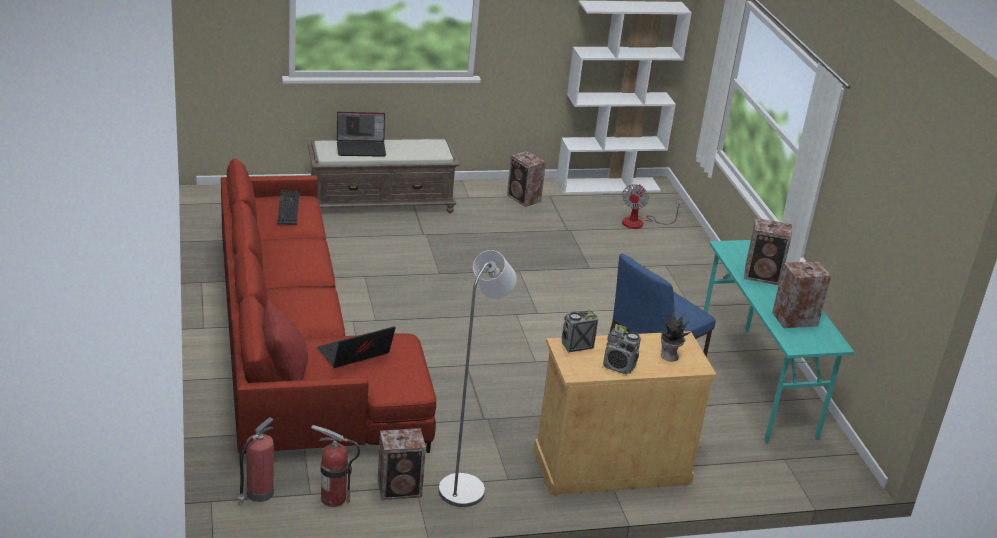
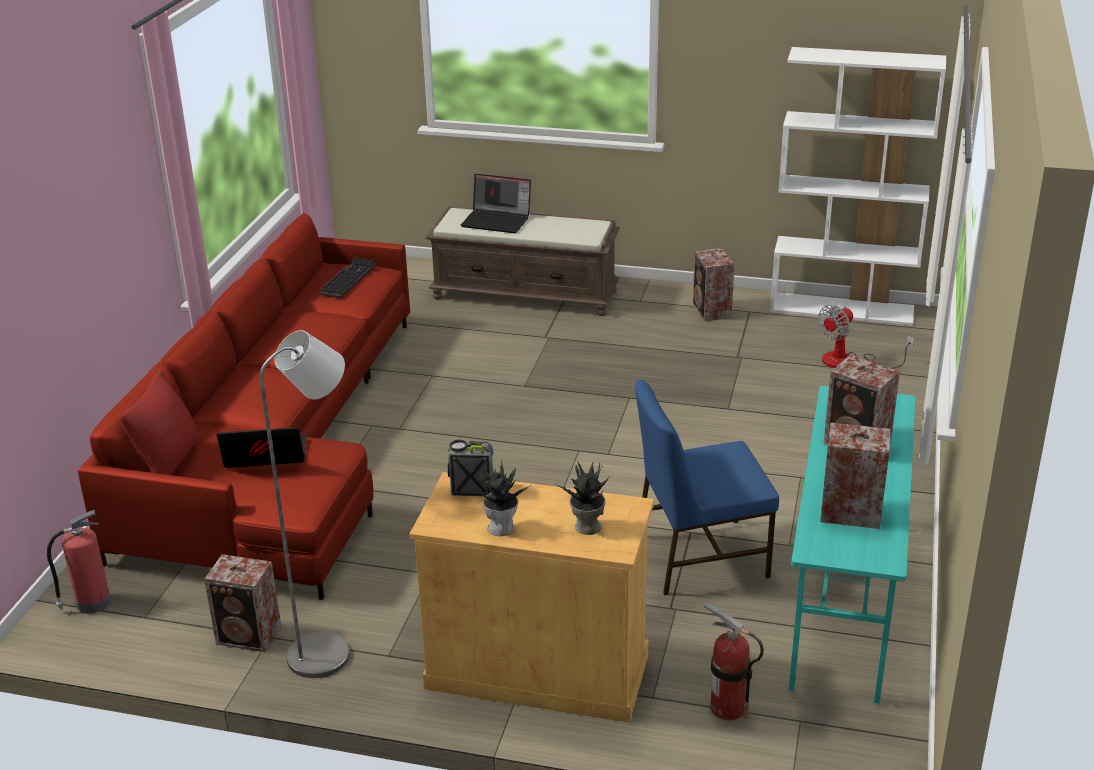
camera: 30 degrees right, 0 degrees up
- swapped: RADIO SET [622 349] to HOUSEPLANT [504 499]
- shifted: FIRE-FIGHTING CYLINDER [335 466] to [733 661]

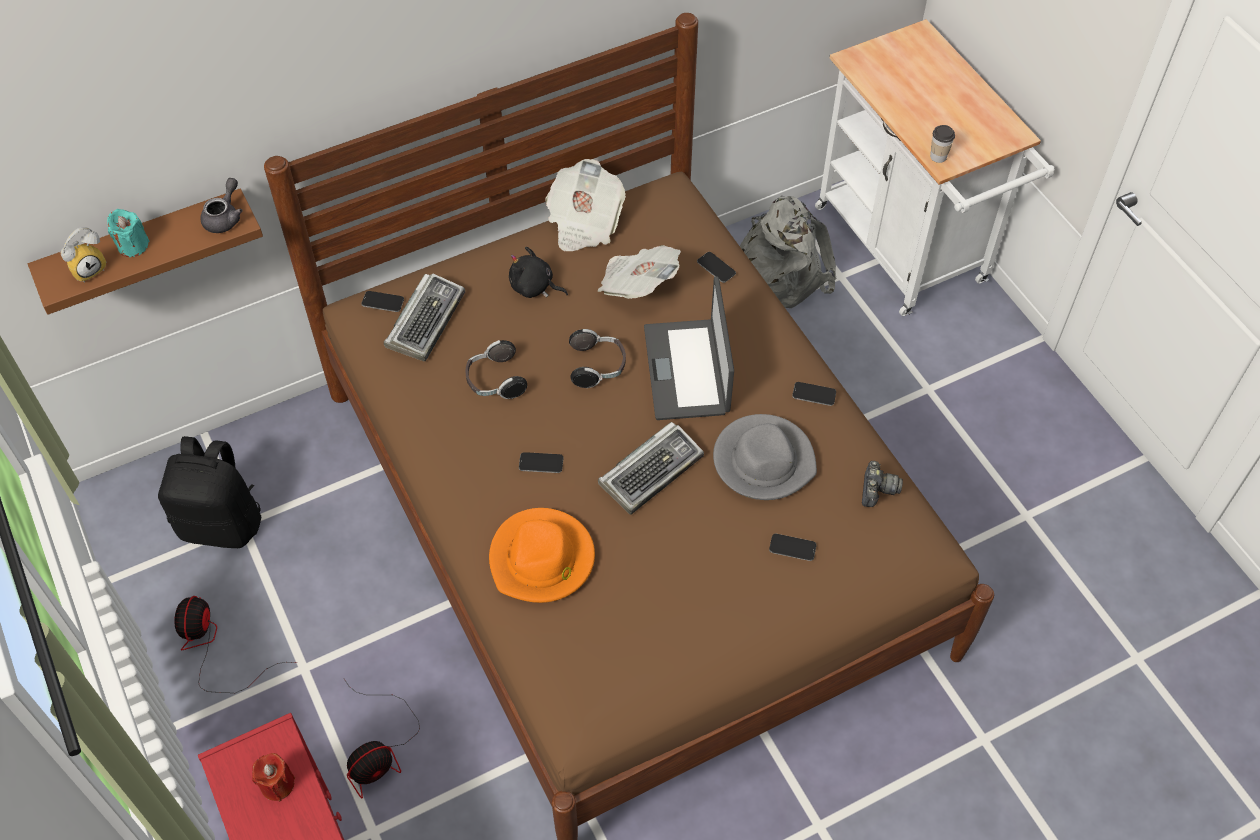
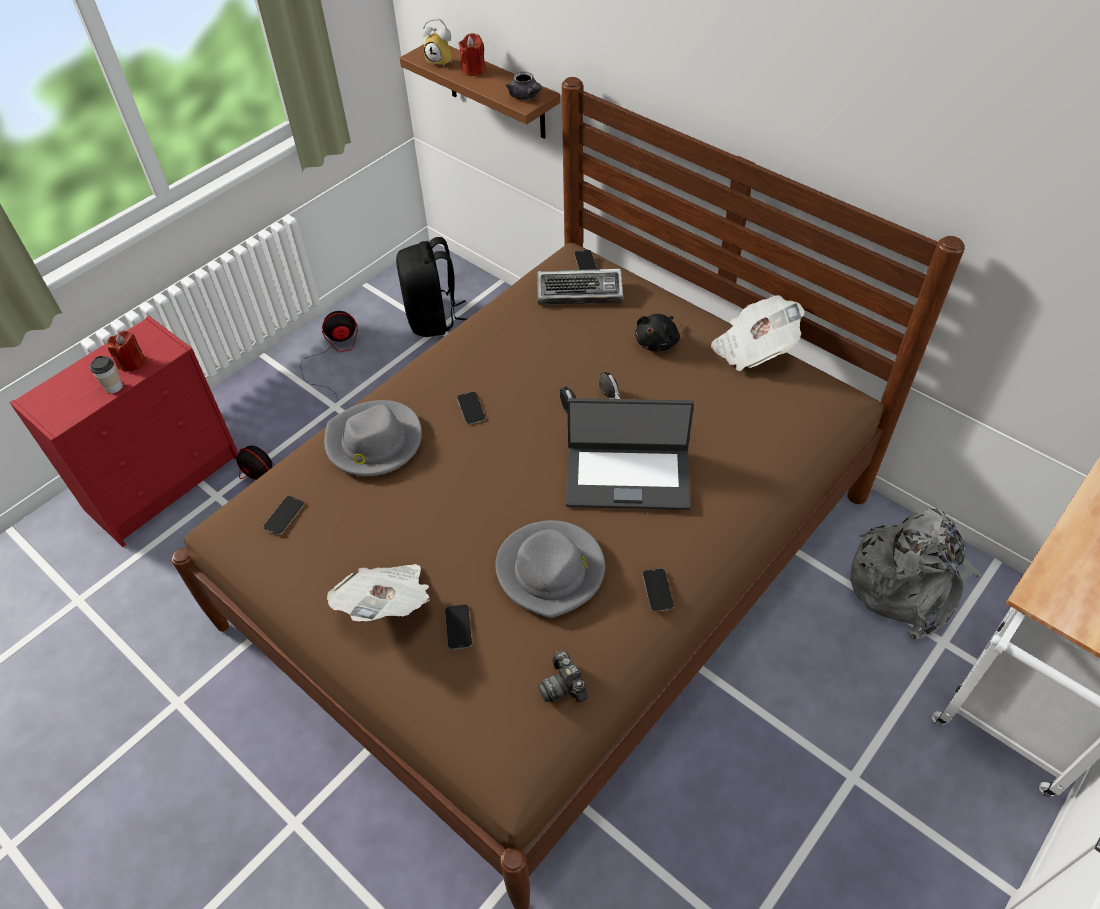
camera: 70 degrees right, 5 degrees down
- shifted: DRINKING CUP [942 144] to [106 374]
- rotated: GRAY POT FOR TEA [221 205] = [523 86] 60 degrees clockwise
- repainted: TURQUOISE-COLOURED WAX LIGHT [128 233] to REDDISH WAX LIGHT [472 54]
- shifted: PRINTED PAPER [639 272] to [378 592]
- rotated: BLACK-COLOURED PLUSH TOY [538 272] = [657 332] 150 degrees counterclockwise
- shifted: PHONE [716 267] to [283 515]
- rotated: LAPTOP [689 348] = [630 454] 150 degrees counterclockwise
- gone: HEADPHONES [496 369]
- gone: PC KEYBOARD [651 468]
- rotated: PHOTO CAMERA [882 484] = [563 676] 75 degrees clockwise
- repainted: ORANGE CLOTHING HAT [542 555] to GRAY CLOTHING HAT [373 438]

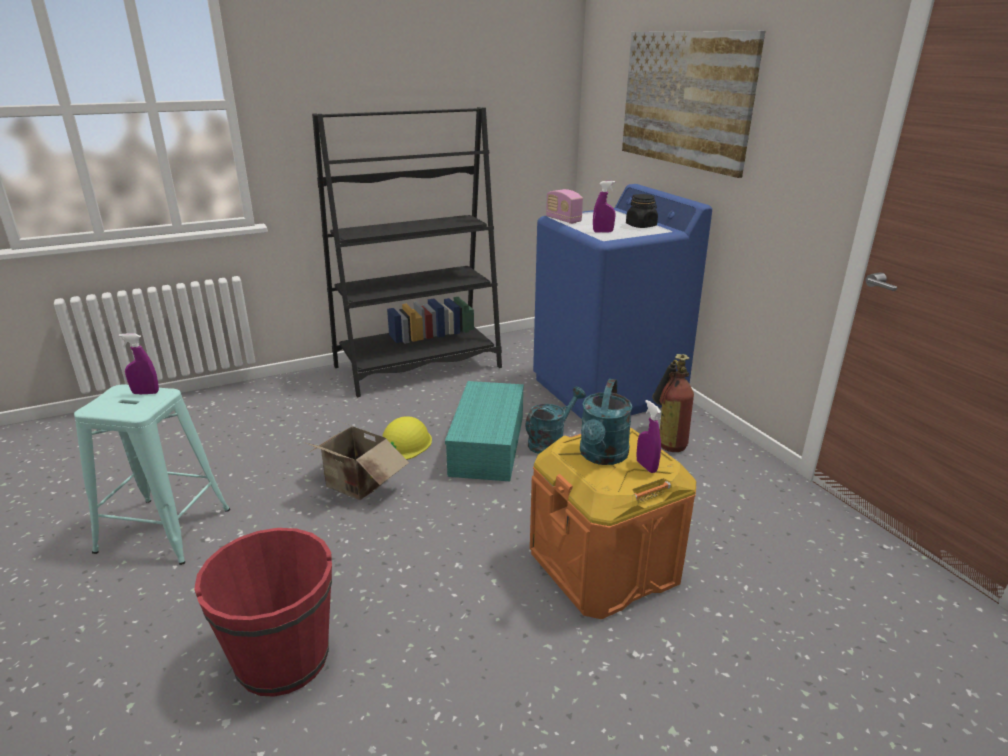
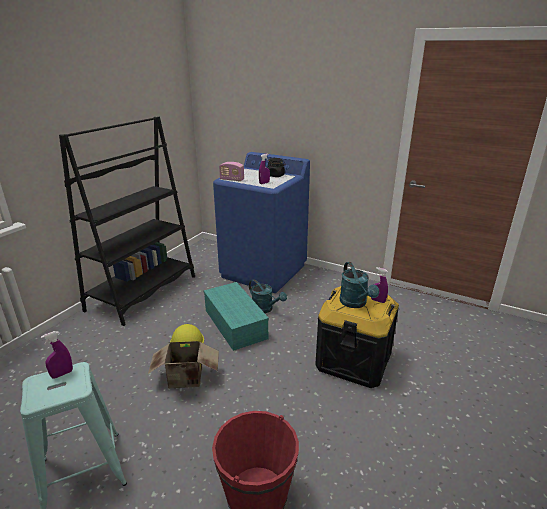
camera: 35 degrees left, 0 degrees up
- gone: PICTURE [693 104]
- gone: FIRE-FIGHTING CYLINDER [673 403]
- rotated: TURQUOISE-COLOURED SPRINKLING CAN [556 420] = [268 296] 120 degrees clockwise
- repainted: ORANGE STORAGE BOX [613 523] to BLACK-COLOURED STORAGE BOX [357 337]

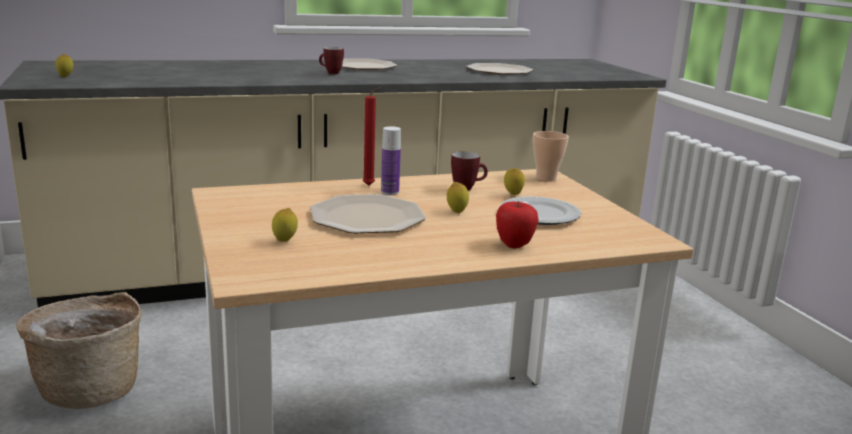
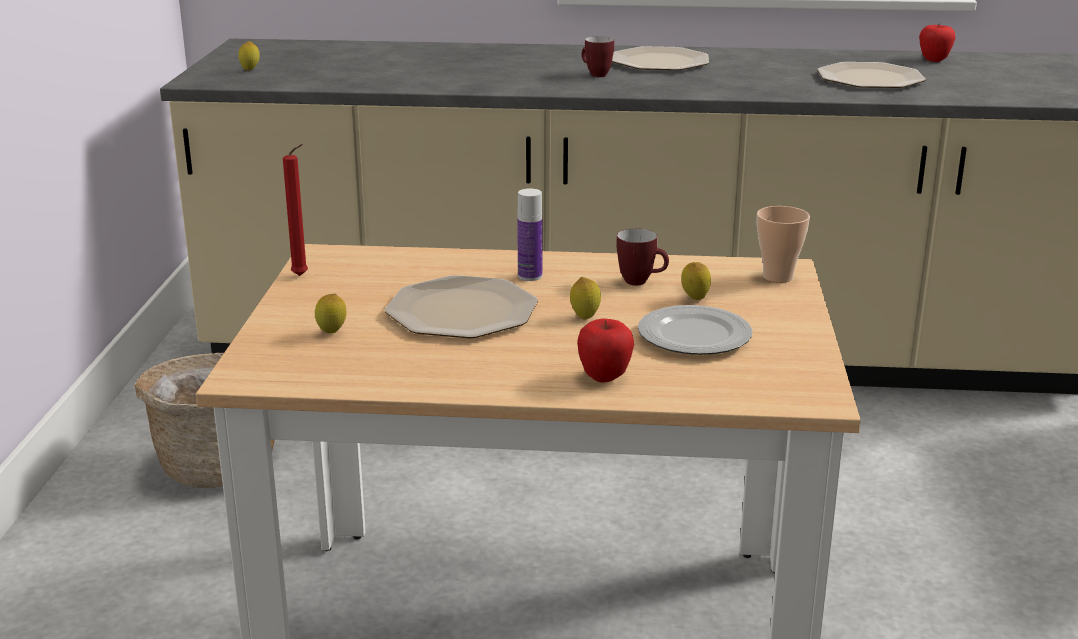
camera: 25 degrees right, 5 degrees up
- shifted: REDDISH WAX LIGHT [372 136] to [295 210]
- new: APPLE FRUIT [937 42]

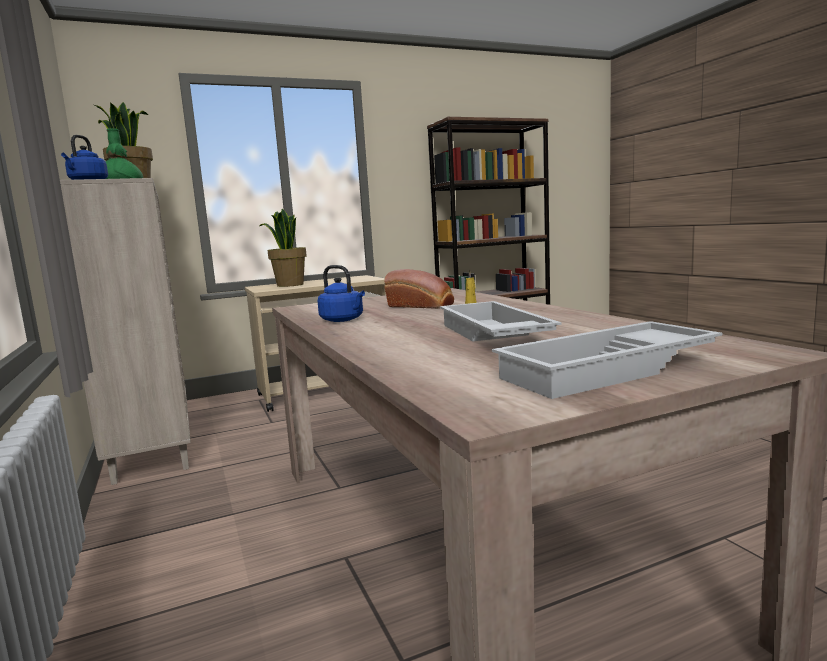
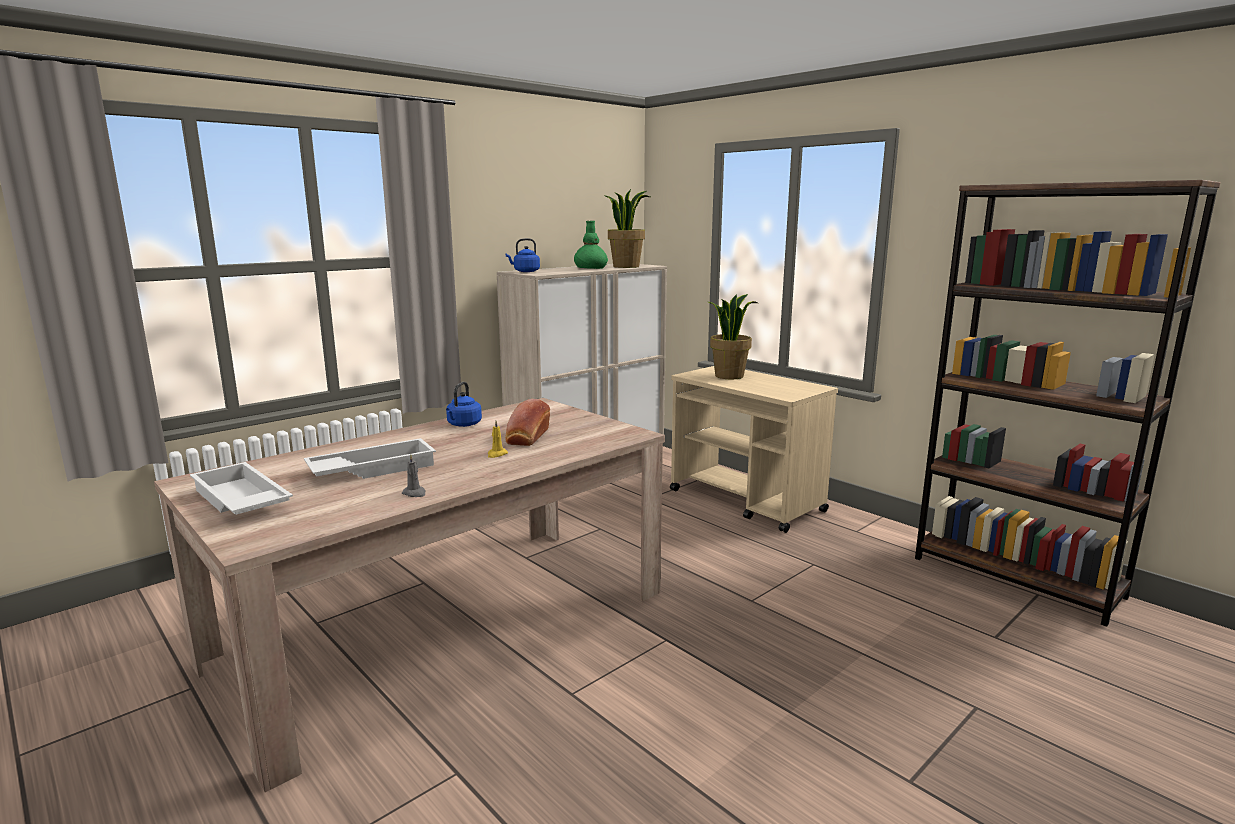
camera: 70 degrees right, 5 degrees up
- new: GRAY WAX LIGHT [414 475]

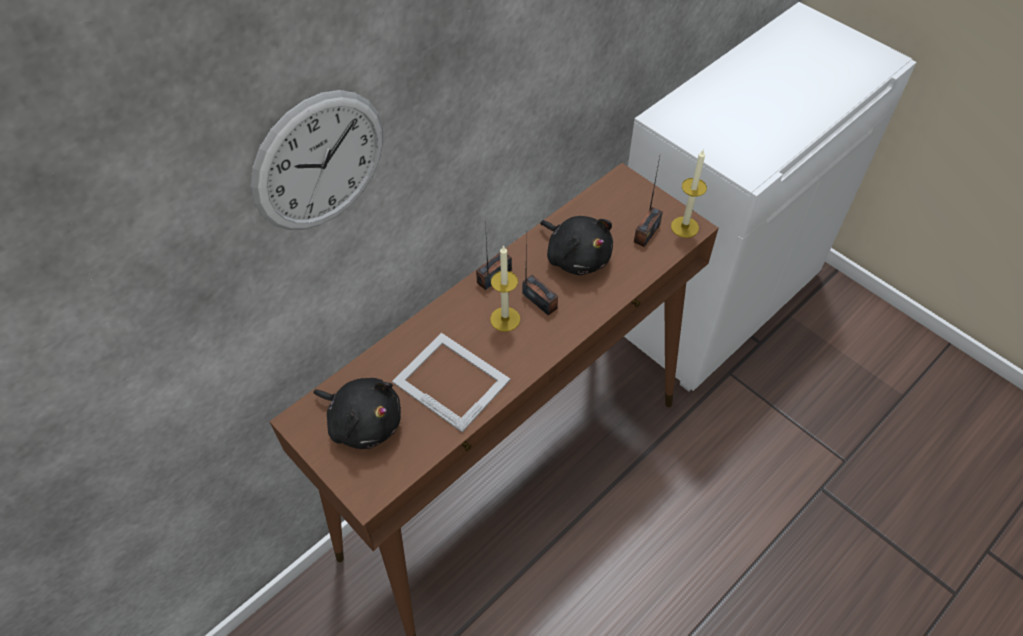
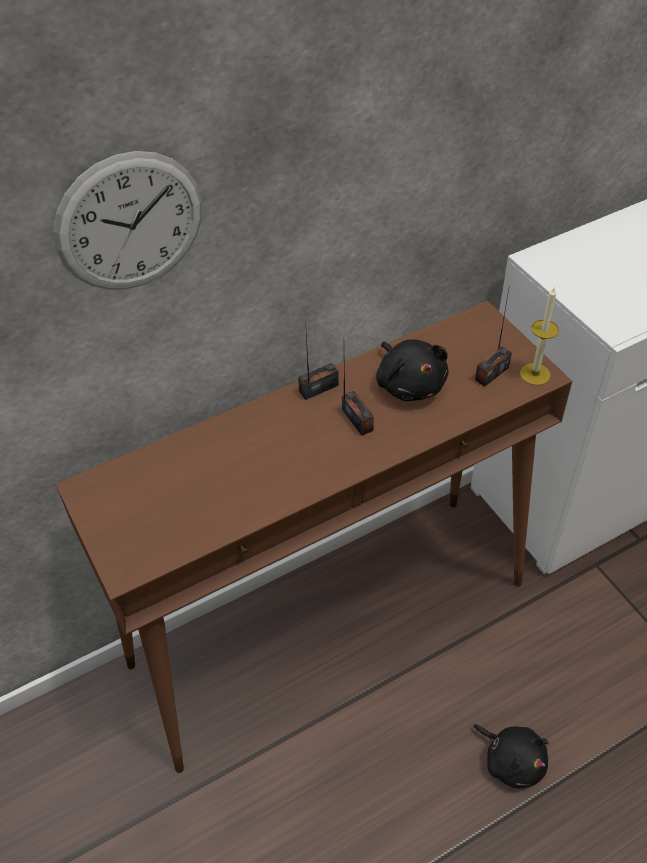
camera: 15 degrees right, 5 degrees down
- gone: WAX LIGHT [505 288]
- gone: STANDING FRAME [451 382]
- shifted: BLACK-COLOURED PLUSH TOY [357 413] to [511 756]

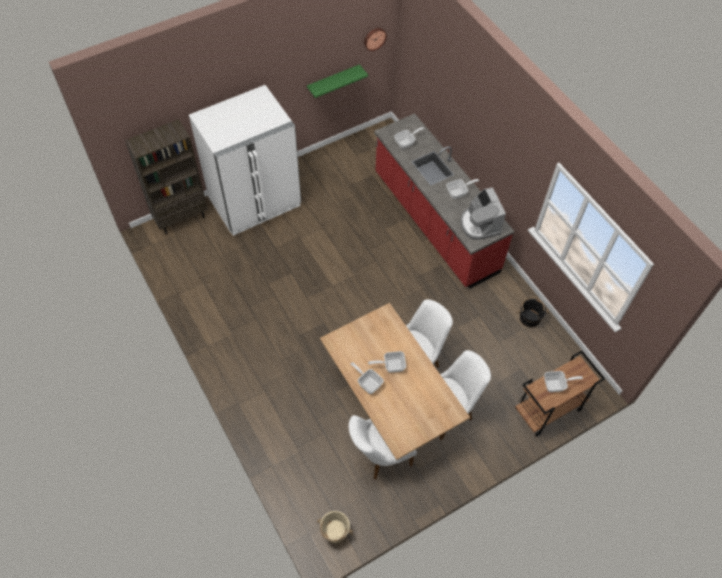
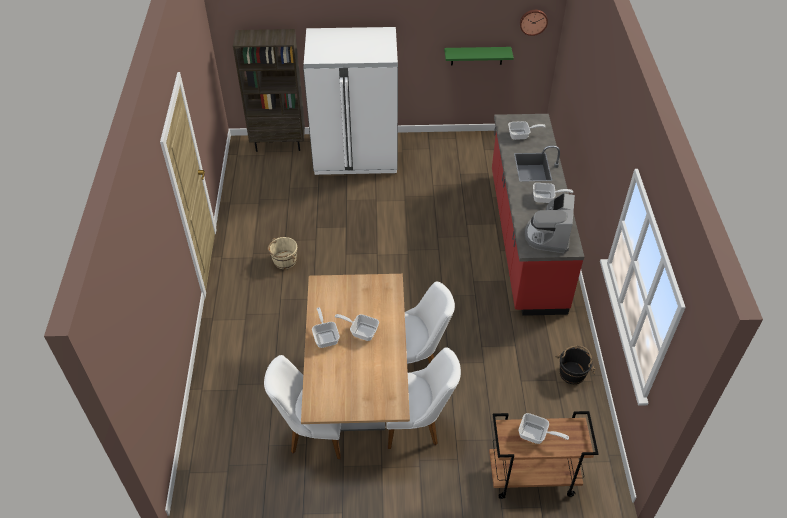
camera: 30 degrees right, 10 degrees down
- shifted: SAND-COLOURED WATER BUCKET [335 527] to [282 253]

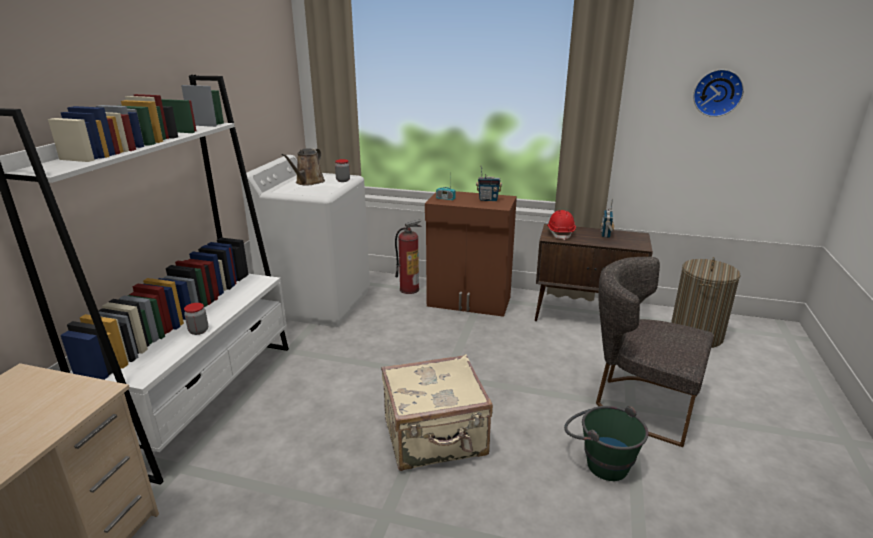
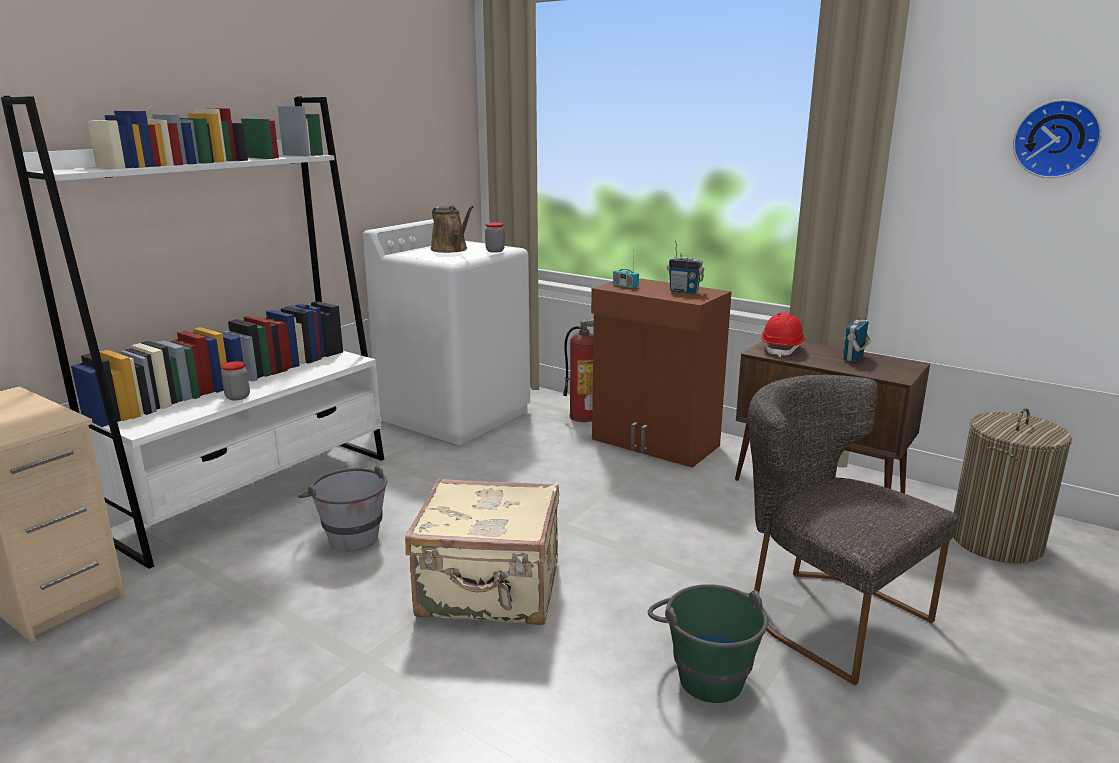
camera: 20 degrees right, 5 degrees down
- rotated: BROWN-COLOURED SPRINKLING CAN [303 166] = [452 229] 75 degrees counterclockwise
- new: GRAY WATER BUCKET [342 508]

